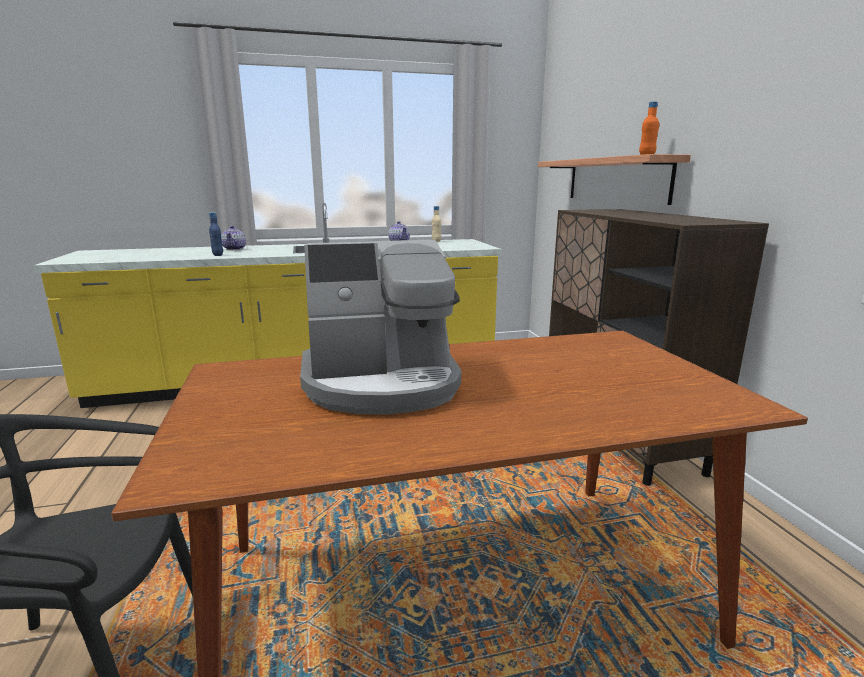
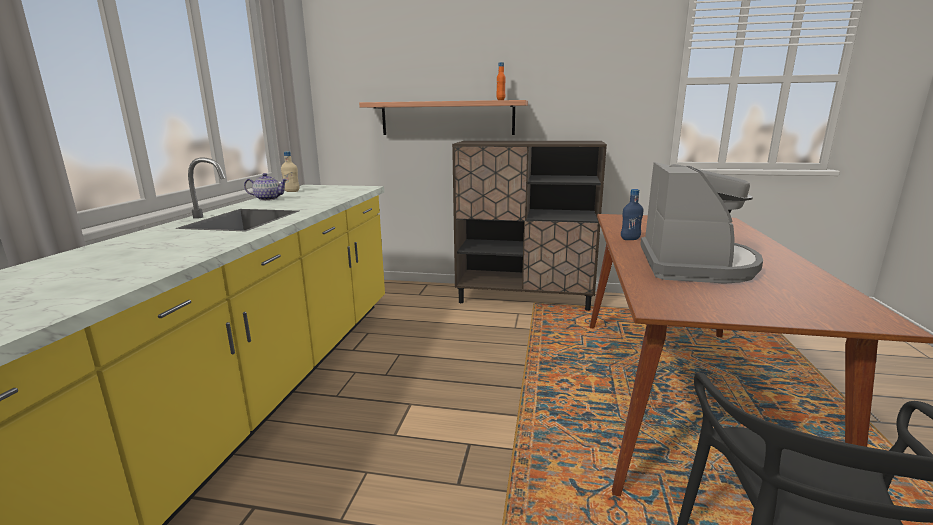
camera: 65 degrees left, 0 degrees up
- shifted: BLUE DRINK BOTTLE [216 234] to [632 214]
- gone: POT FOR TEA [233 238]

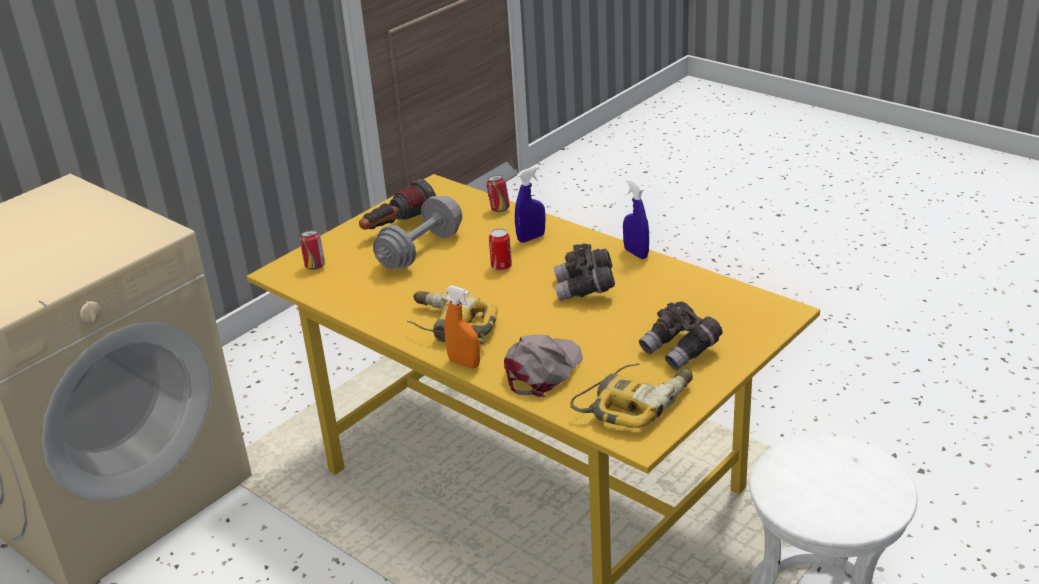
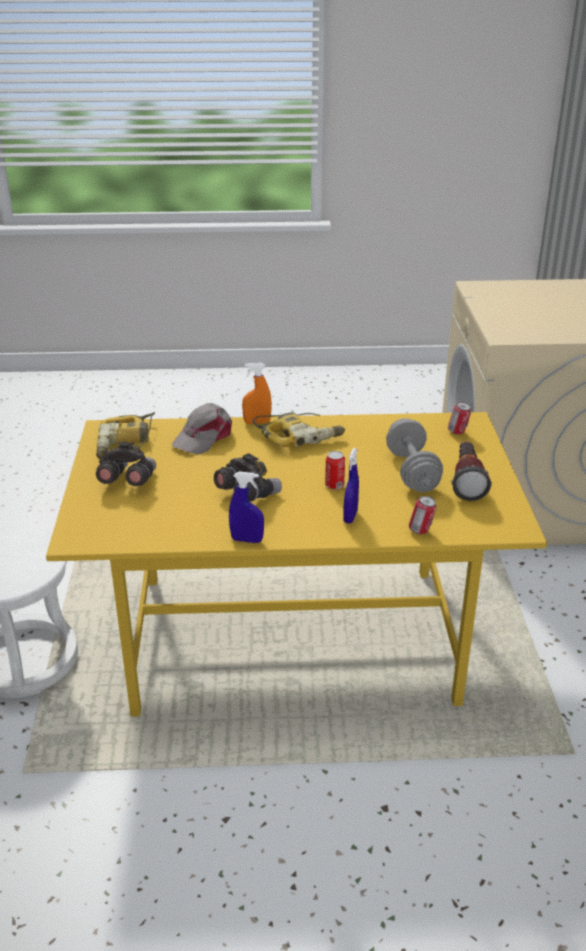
camera: 135 degrees right, 0 degrees up
- rotated: GRAY PEAKED CAP [543 366] = [202 429] 45 degrees clockwise

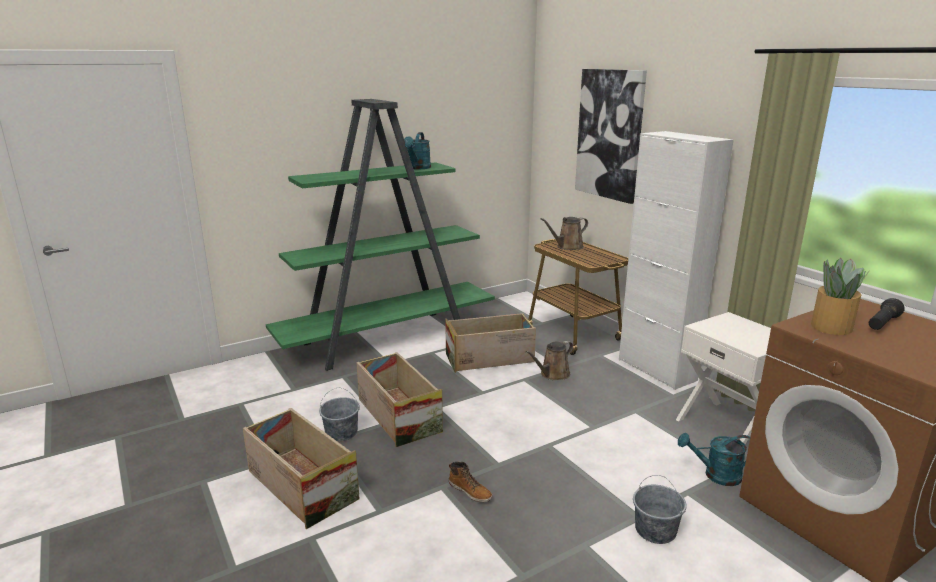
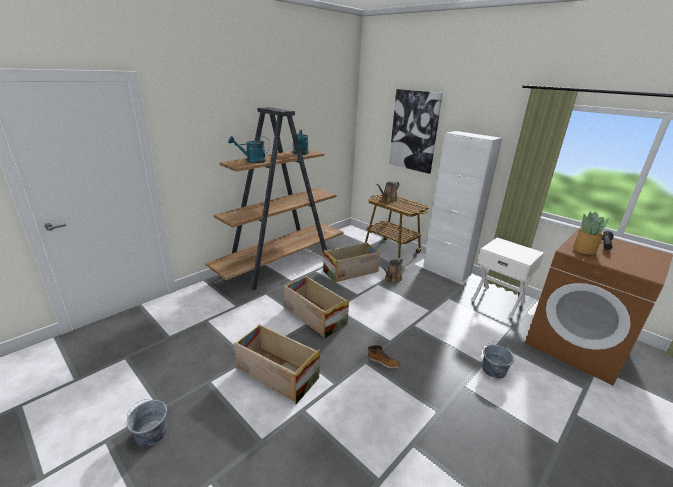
camera: 15 degrees left, 5 degrees up
- repainted: GREEN SHELVING UNIT [380 235] to BROWN-COLOURED SHELVING UNIT [274 198]
- shifted: GRAY WATER BUCKET [339 414] to [147 422]
- shifted: TURQUOISE-COLOURED SPRINKLING CAN [714 459] to [249 149]

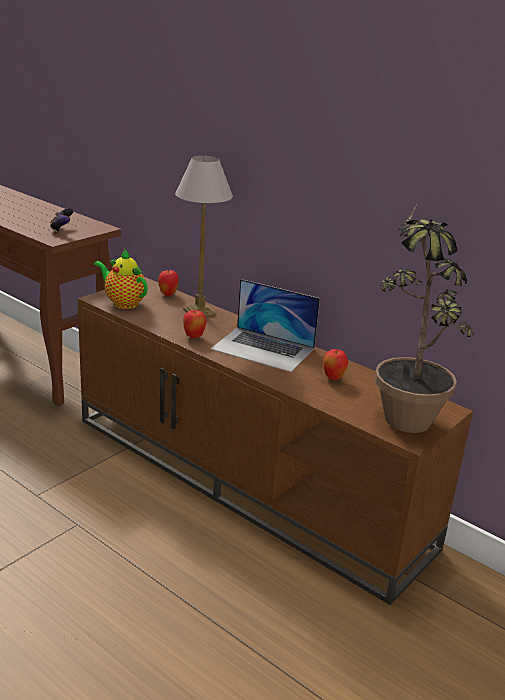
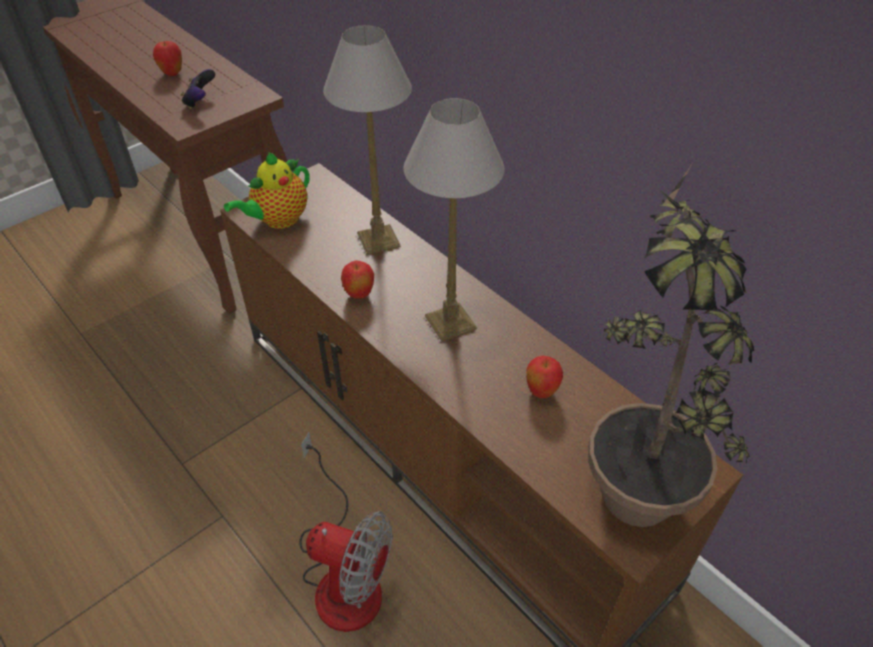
camera: 10 degrees right, 20 degrees up
- rotated: POT FOR TEA [121 279] = [267 190] 90 degrees counterclockwise
- shifted: APPLE FRUIT [168 283] to [167 58]
- swapped: LAPTOP [265 325] to TABLE LAMP [453 220]
- new: COOLING FAN [346 532]

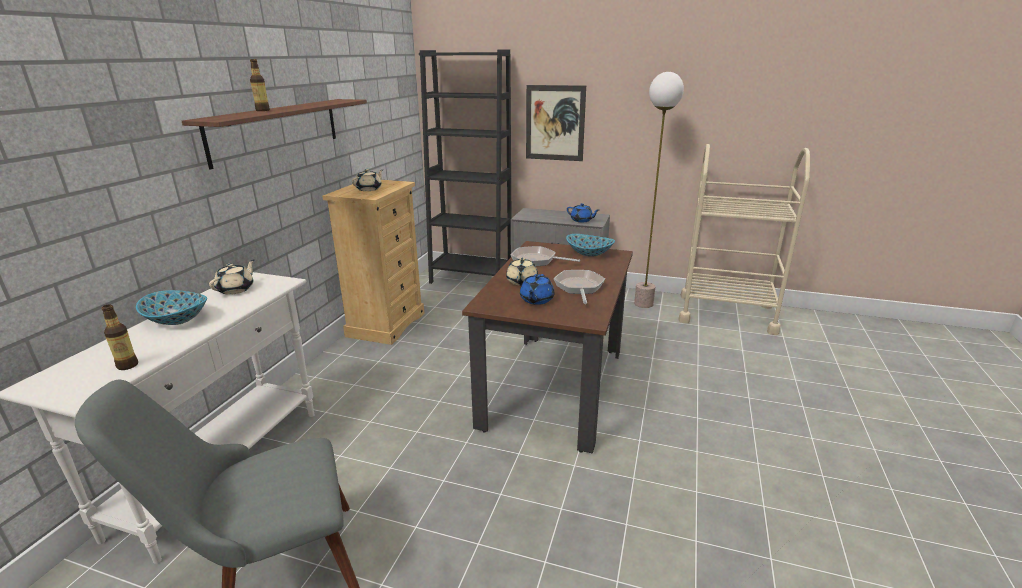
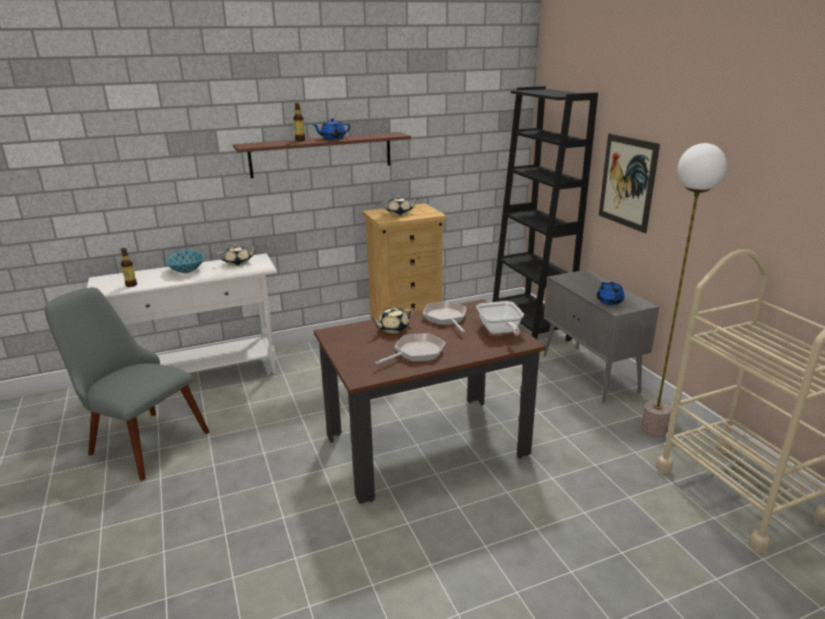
camera: 50 degrees right, 0 degrees up
- swapped: BOWL [590 245] to FRYING PAN [500 318]
- shifted: BLUE POT FOR TEA [537 289] to [331 129]

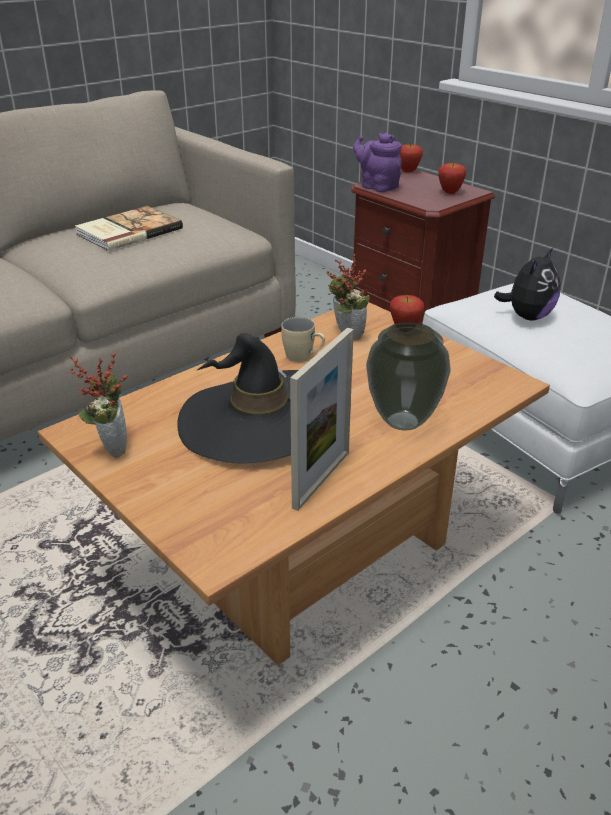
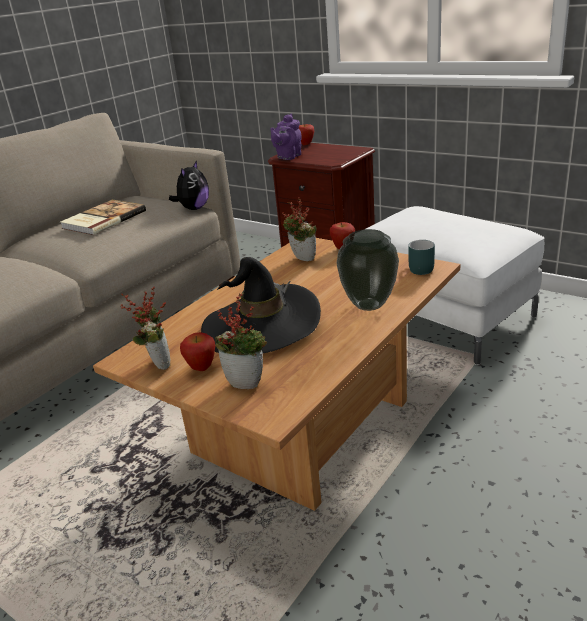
camera: 10 degrees left, 5 degrees down
- rotated: PURPLISH POT FOR TEA [377 162] = [286 137] 90 degrees counterclockwise
- shifted: APPLE FRUIT [452 178] to [197 351]
- shifted: PLUSH TOY [527 284] to [189 185]
- gone: SAND-COLOURED MUG [303 339]
- gone: STANDING FRAME [322 419]
- new: TURQUOISE-COLOURED MUG [421 257]
- new: HOUSEPLANT [241 341]

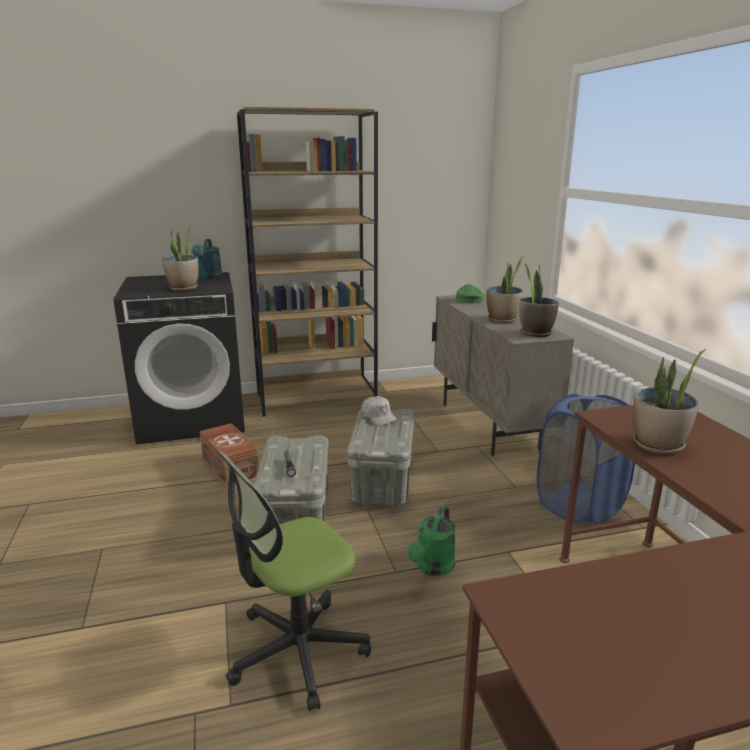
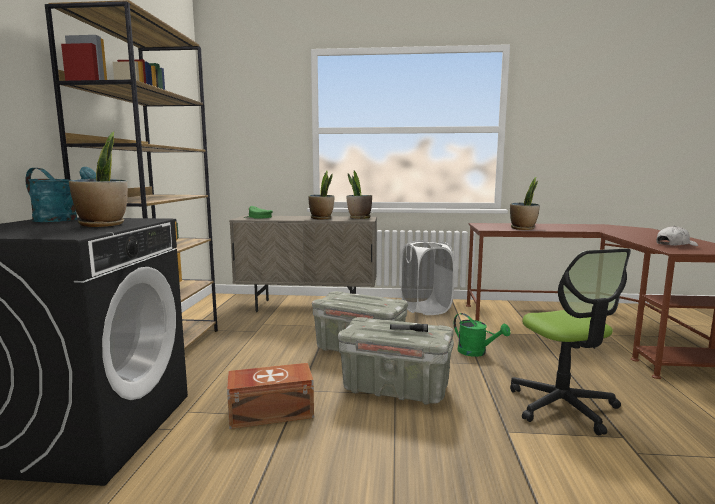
camera: 70 degrees left, 10 degrees down
- repainted: BLUE HAMPER [586 459] to WHITE HAMPER [428 277]
- shifted: WHITE PEAKED CAP [380 411] to [677 236]

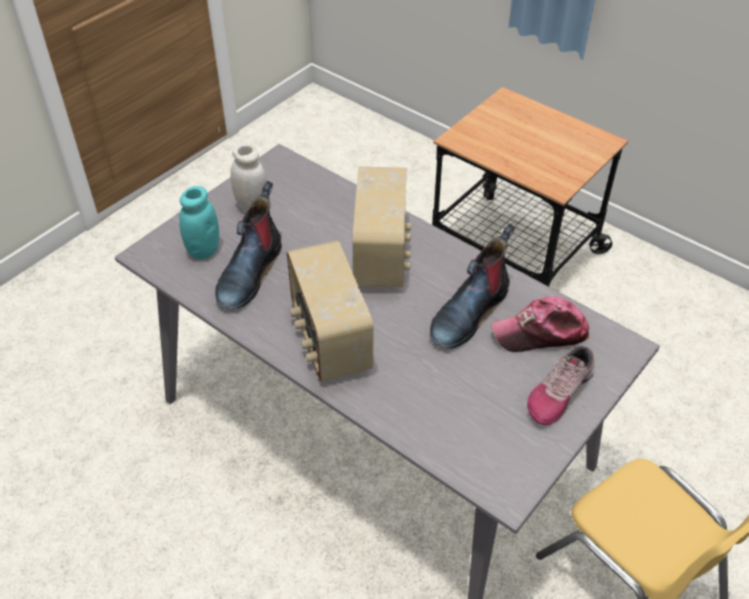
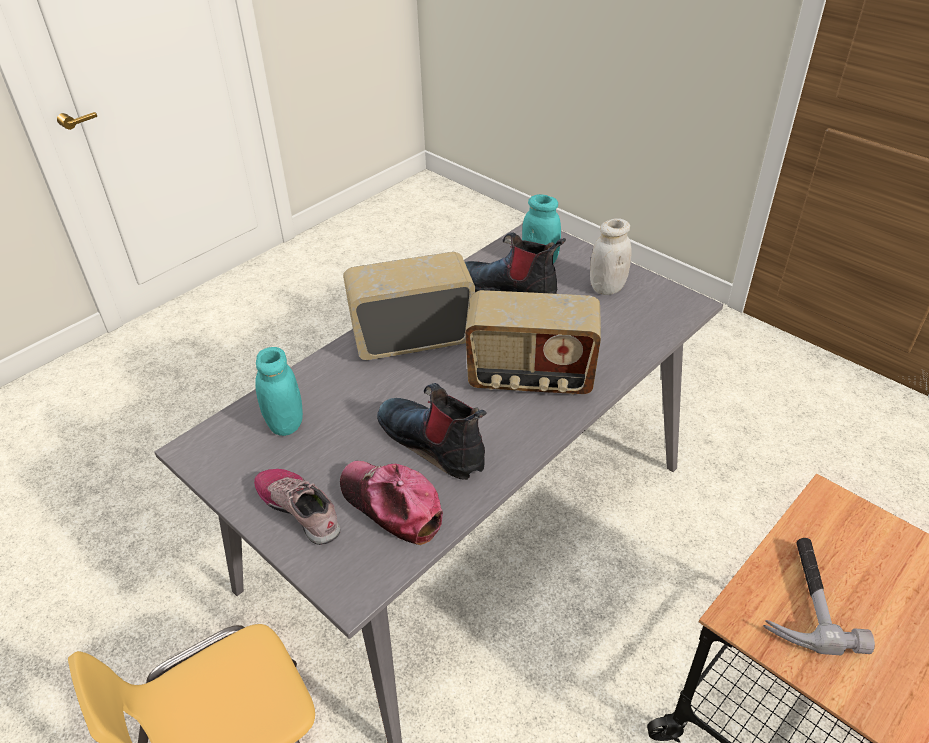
camera: 95 degrees right, 5 degrees down
- rotated: PEAKED CAP [540 324] = [391 503] 45 degrees counterclockwise
- new: TURQUOISE-COLOURED PRESERVE JAR [279 391]
- new: HAMMER [819 596]

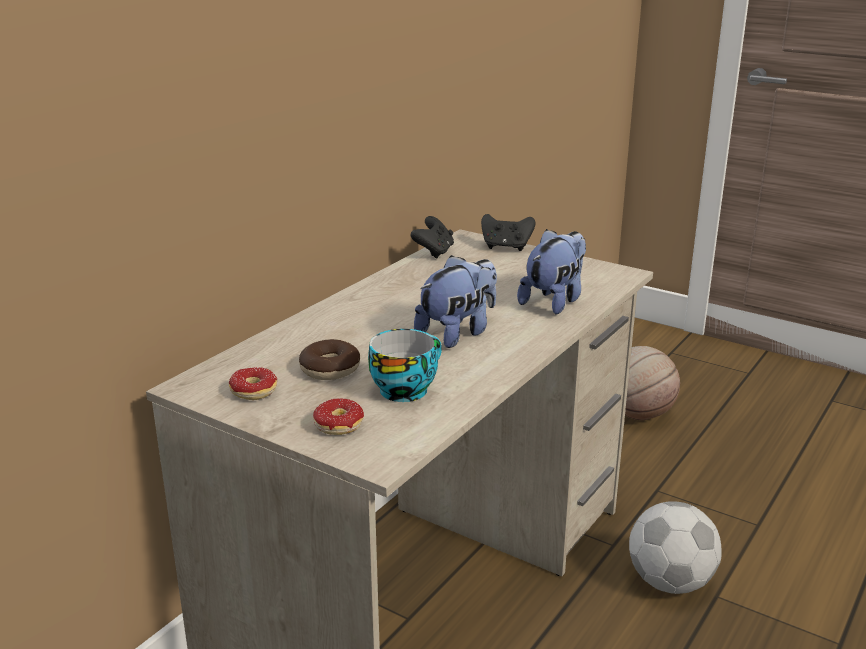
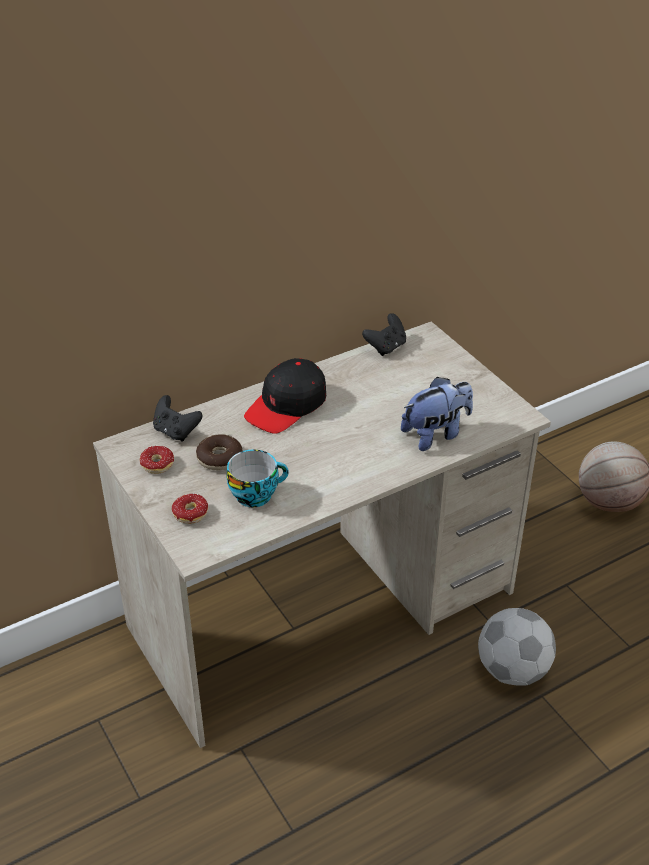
camera: 25 degrees right, 15 degrees up
- shifted: BLACK-COLOURED GAME CONTROLLER [508 232] to [178 418]
- gone: PLUSH TOY [455 301]
- new: BLACK-COLOURED PEAKED CAP [285 396]

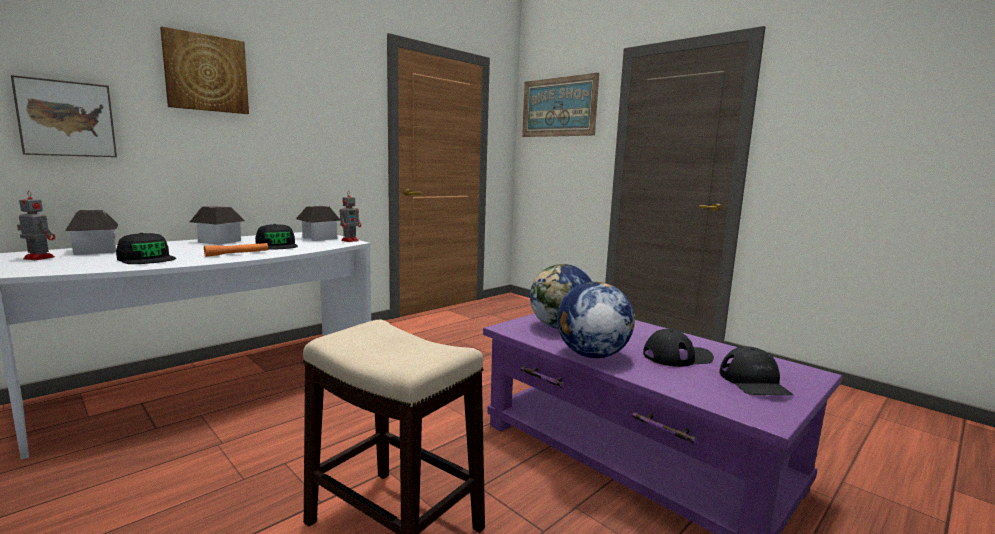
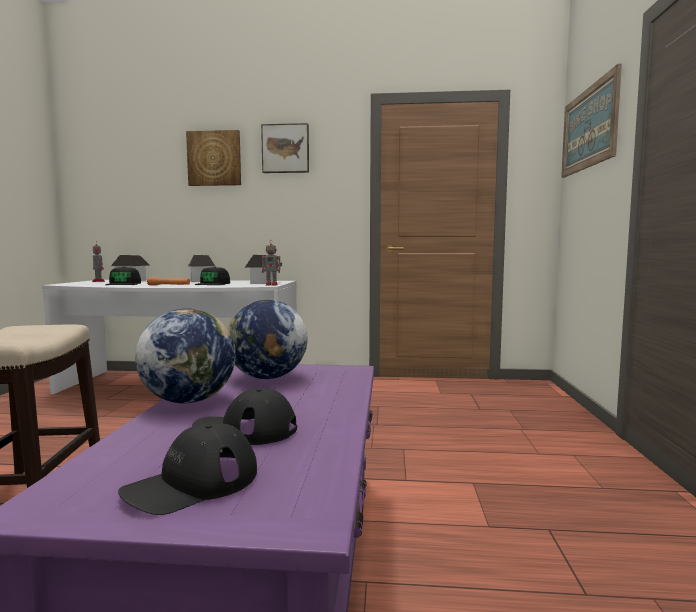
camera: 50 degrees right, 5 degrees down
- shifted: PICTURE [64 116] to [285 148]
- rotated: BLACK-COLOURED PEAKED CAP [678 348] = [244 416] 150 degrees clockwise

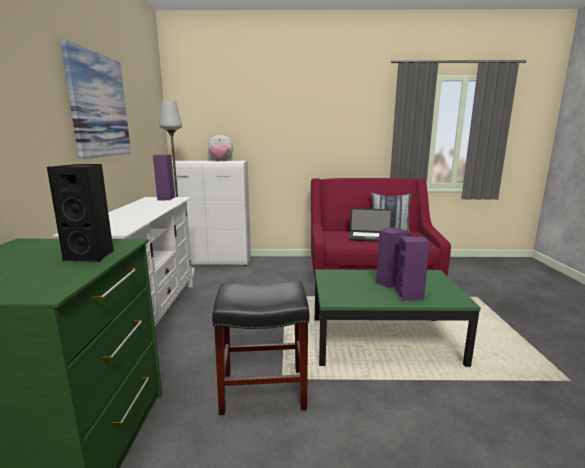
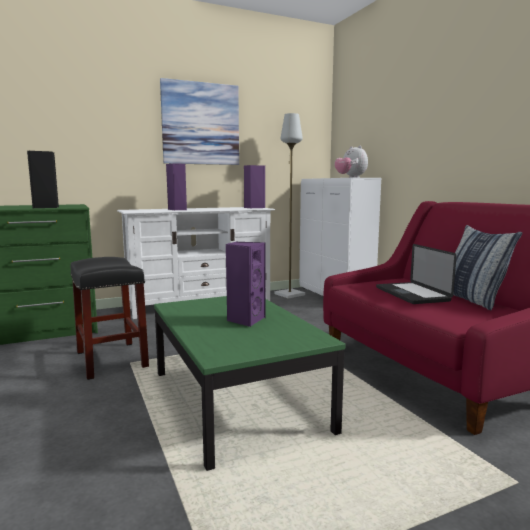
camera: 65 degrees right, 5 degrees down
- shifted: PURPLISH SPEAKER [412 268] to [176 186]

